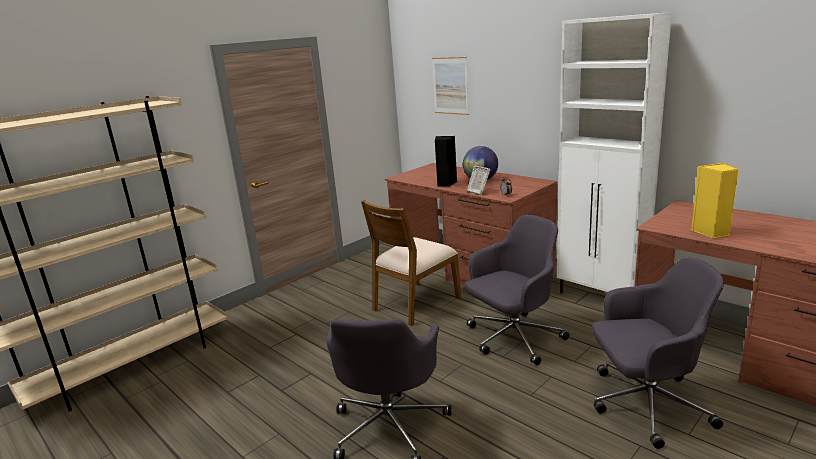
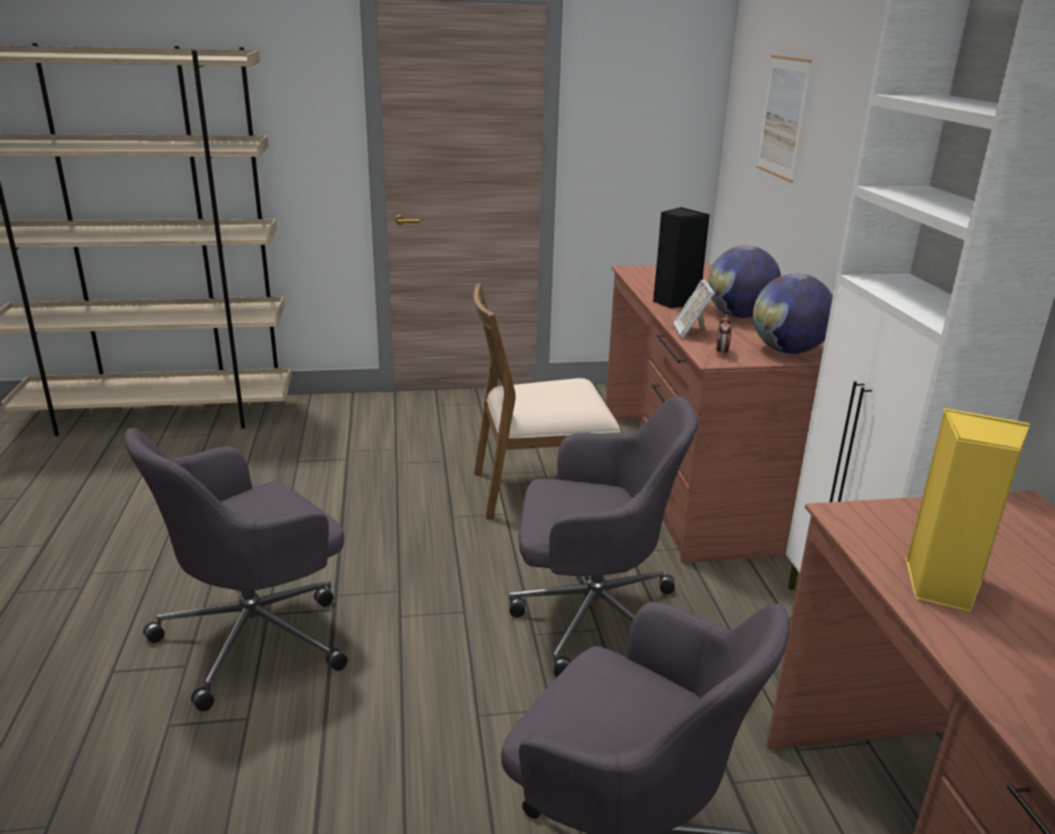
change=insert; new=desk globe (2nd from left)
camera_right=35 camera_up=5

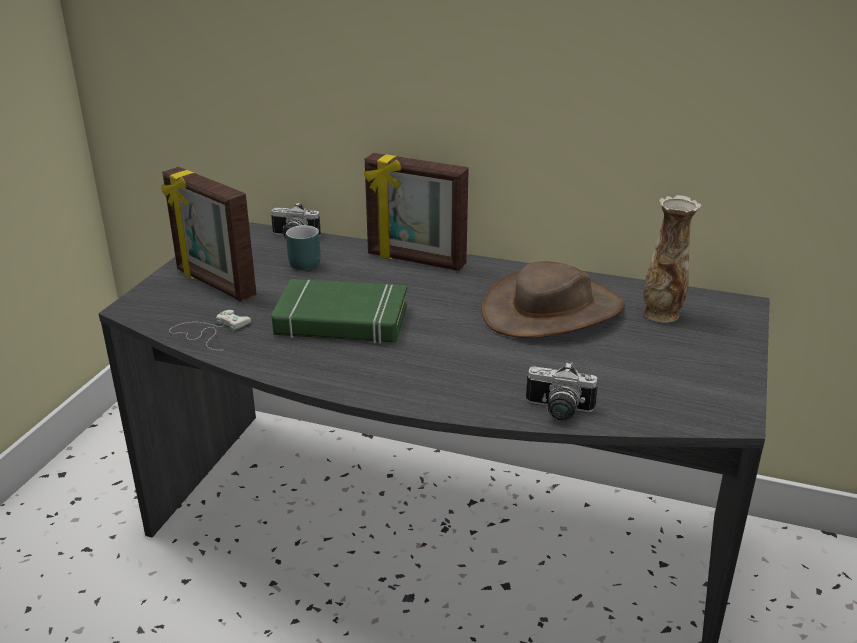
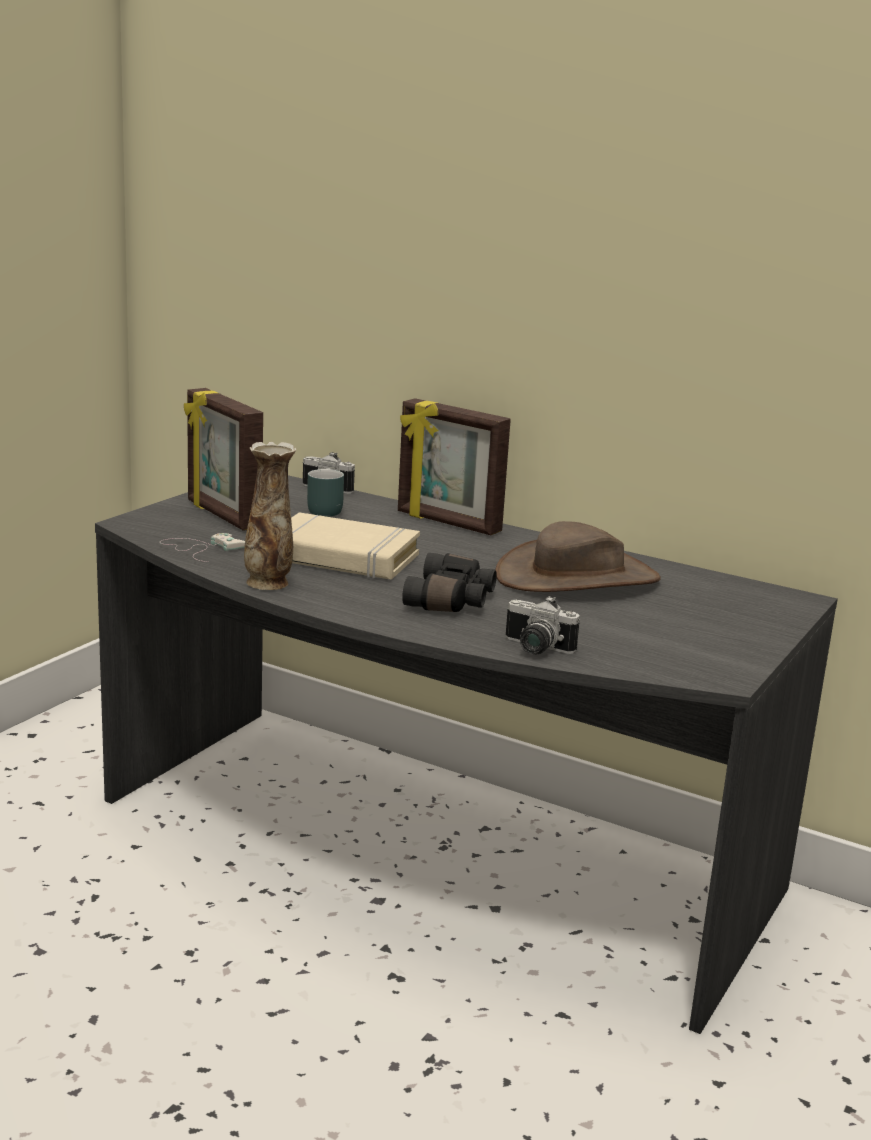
change=recolor; old=bound book (green); new=bound book (beige)
change=move; old=flower vase
change=insert; new=field glasses (black-coloured)
camera_right=10 camera_up=-10

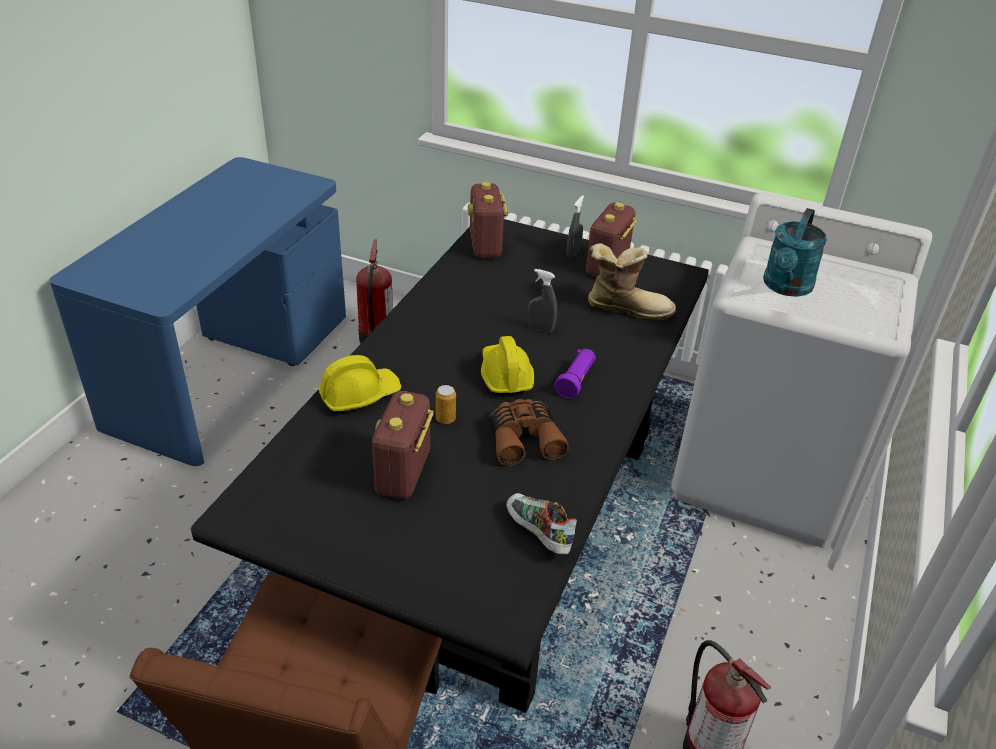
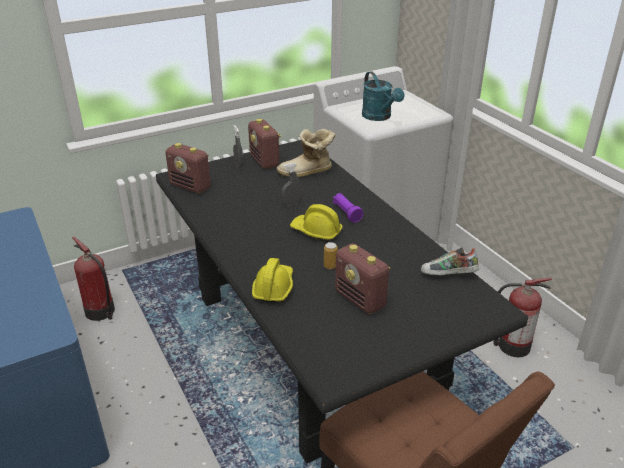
change=delete; old=field glasses (brown-coloured)
change=rotate; old=boot; degrees=-150
camera_right=-50 camera_up=-5

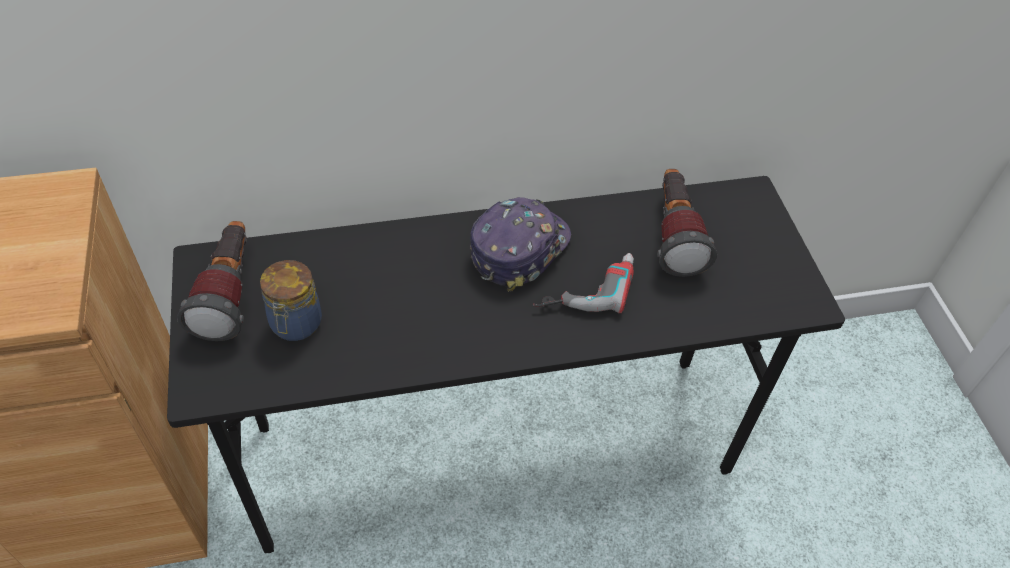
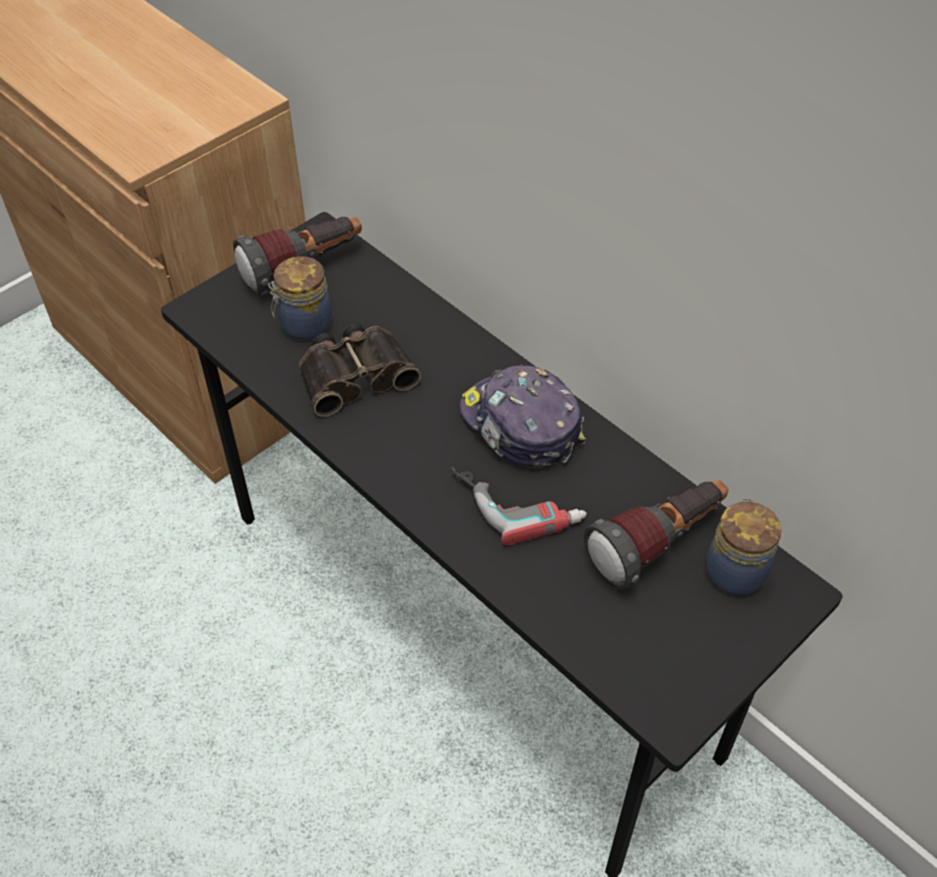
change=rotate; old=baseball cap; degrees=-135
change=insert; new=field glasses
change=insert; new=jar (2nd from left)
camera_right=60 camera_up=0

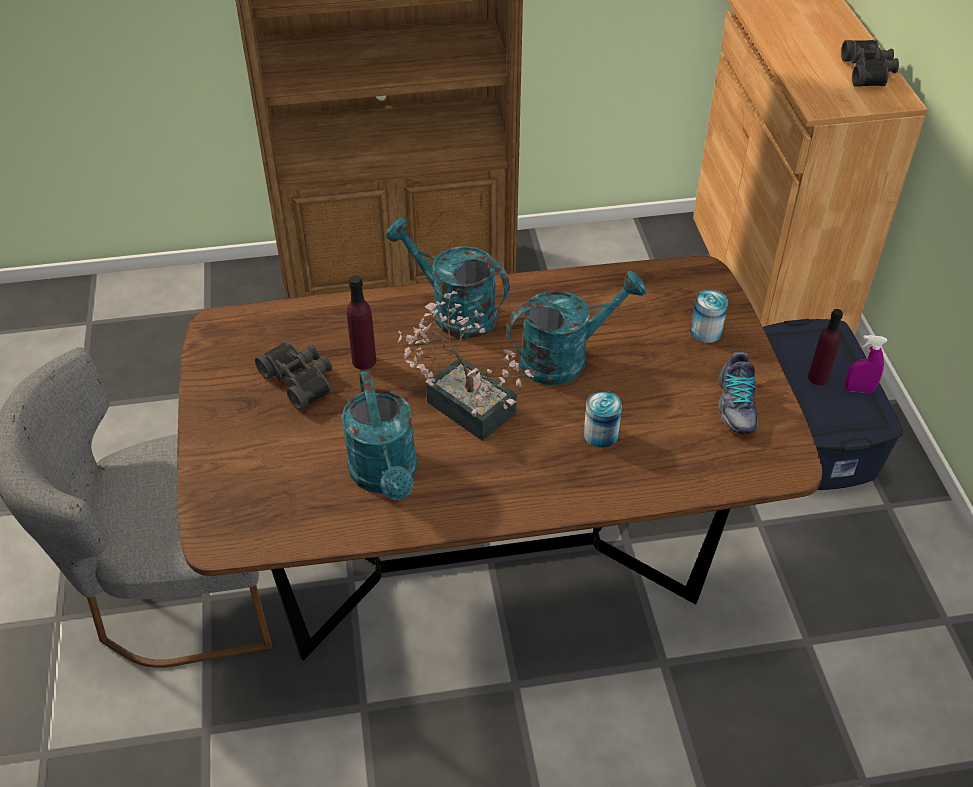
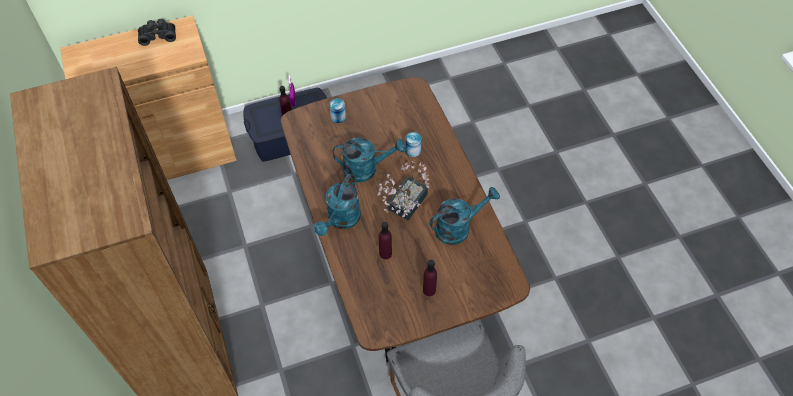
change=delete; old=field glasses (black-coloured) (1st from left)
change=rotate; old=watering can (blue-green) (3rd from left in the first image); degrees=120
change=delete; old=shoe
change=insert; new=drink bottle (purplish) (3rd from left)
camera_right=-100 camera_up=10

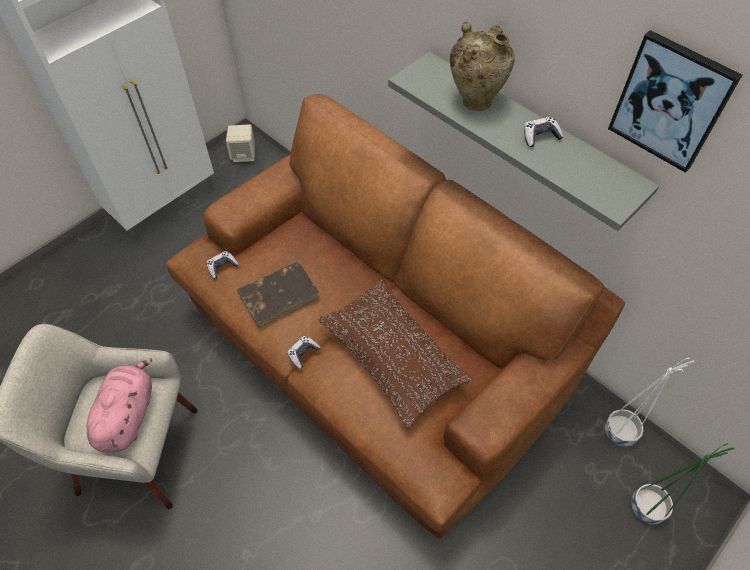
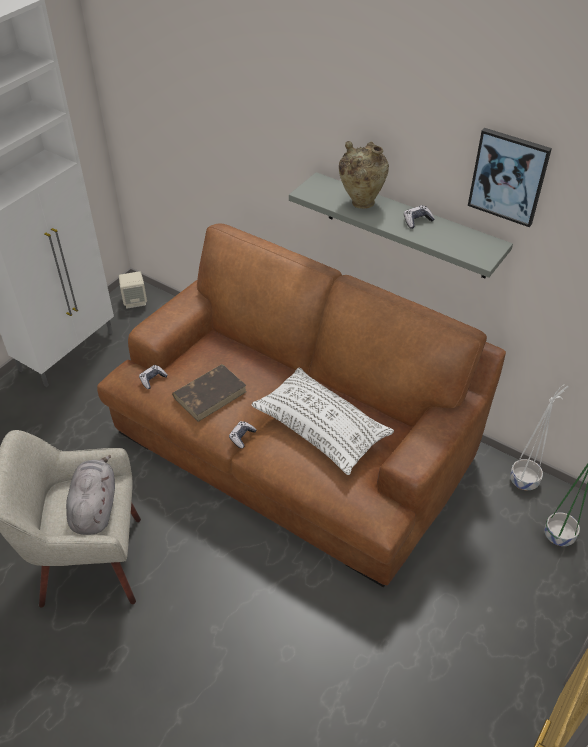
change=recolor; old=soft toy (pink-coloured); new=soft toy (gray)
change=recolor; old=pillow (brown-coloured); new=pillow (white)
camera_right=-10 camera_up=-10

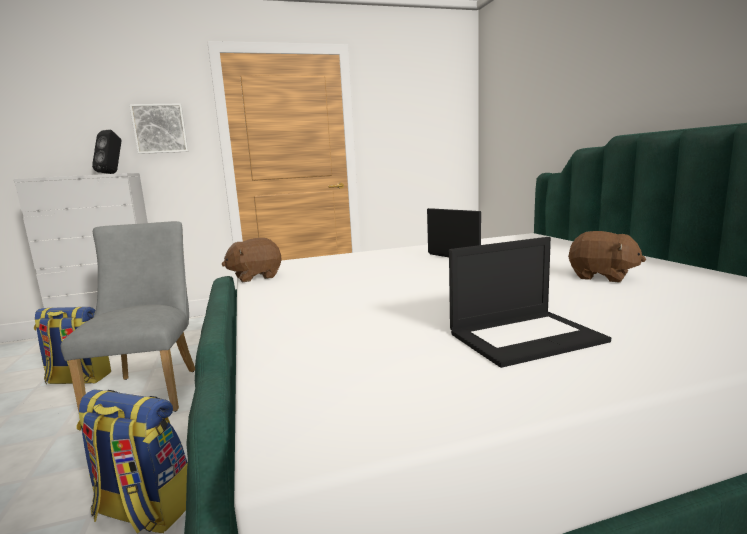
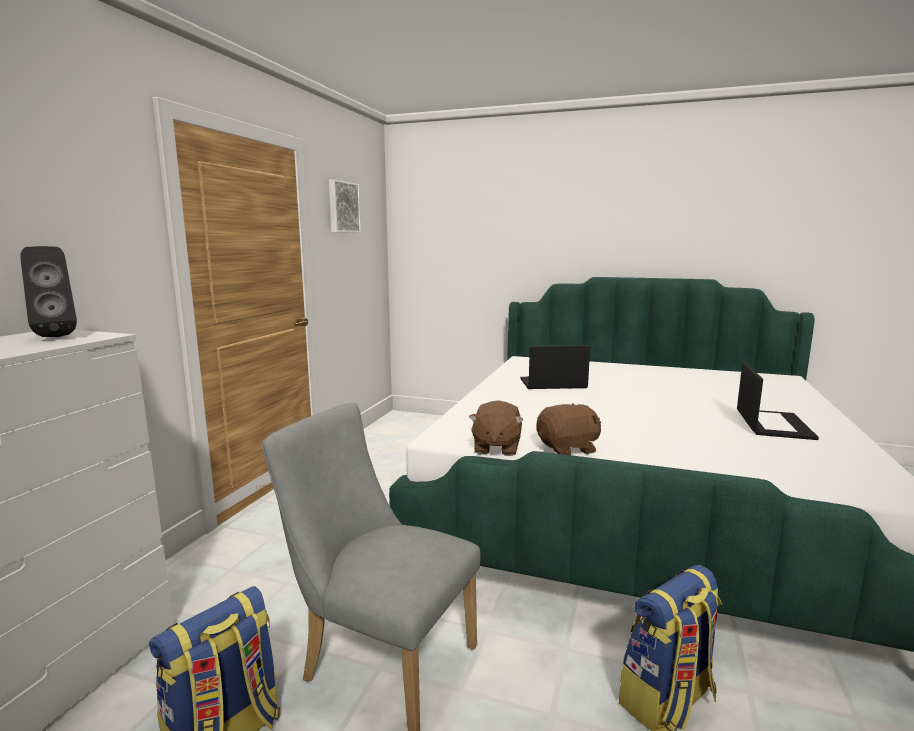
change=move; old=wall picture
change=move; old=soft toy (brown-coloured) (2nd from left)
camera_right=-55 camera_up=0

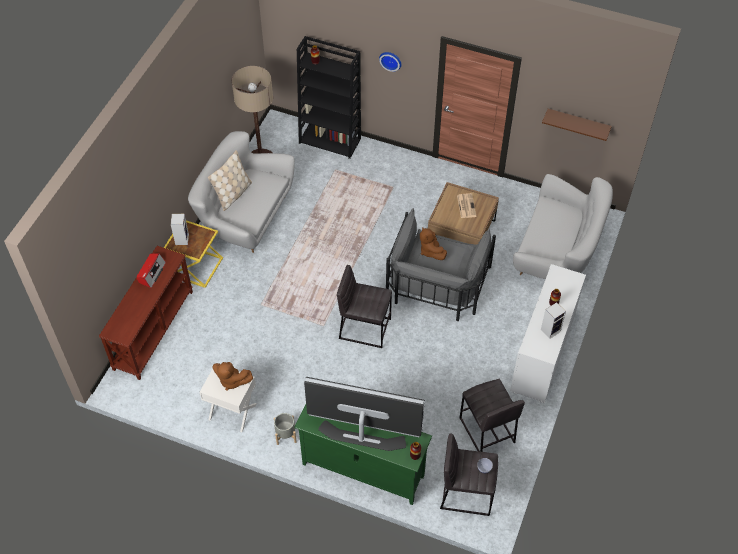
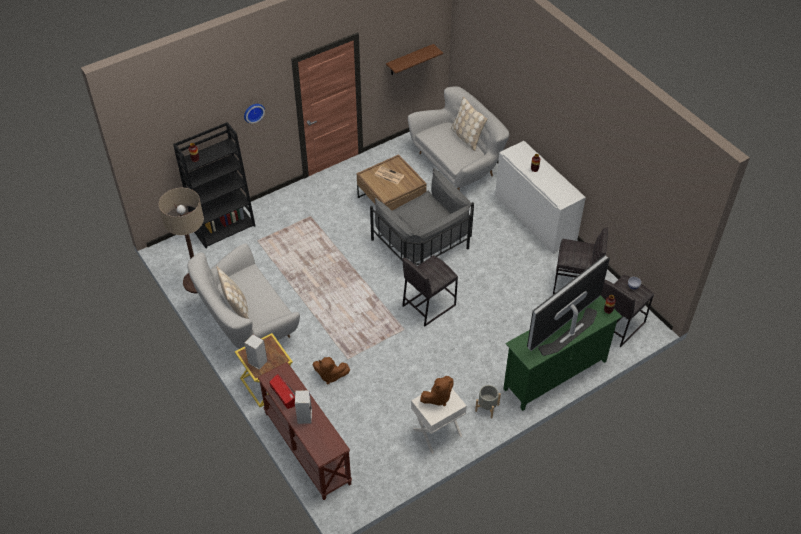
change=move; old=soft toy (brown-coloured) (2nd from left in the first image); new=soft toy (brown-coloured) (1st from left)
change=move; old=audio speaker (2nd from left)
change=insert; new=pillow (beige) (2nd from left)
camera_right=-55 camera_up=-5

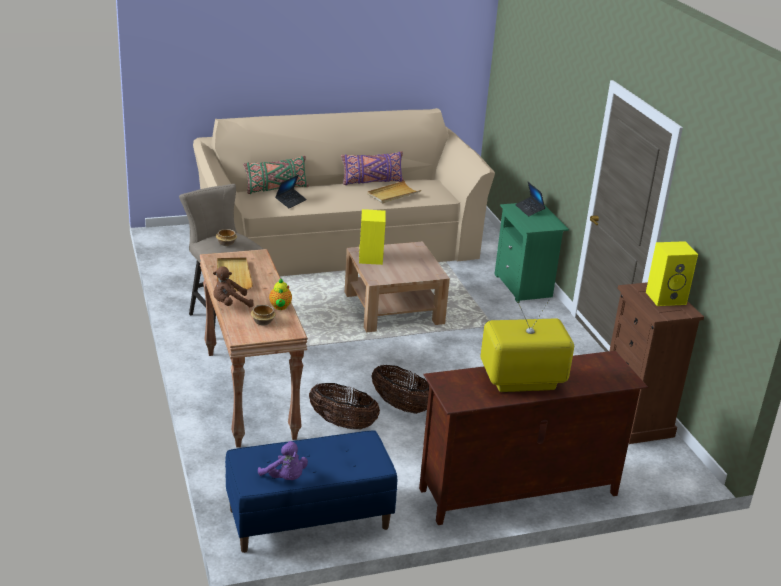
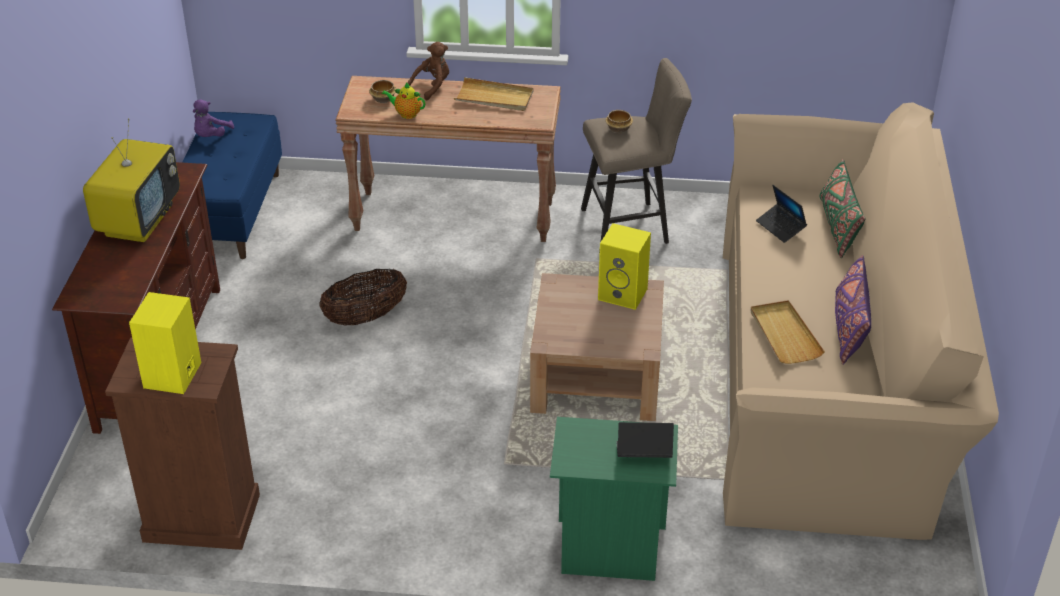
change=rotate; old=soft toy (brown-coloured); degrees=45
change=rotate; old=soft toy (purplish); degrees=-45
change=delete; old=storage basket (1st from left)
camera_right=115 camera_up=10

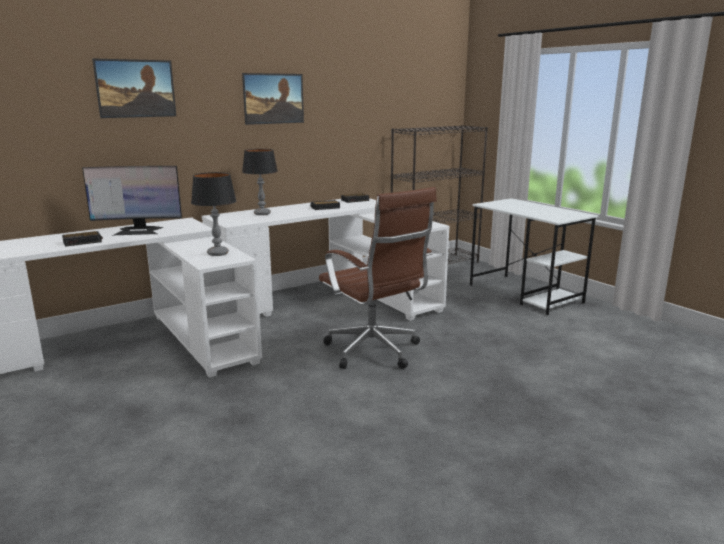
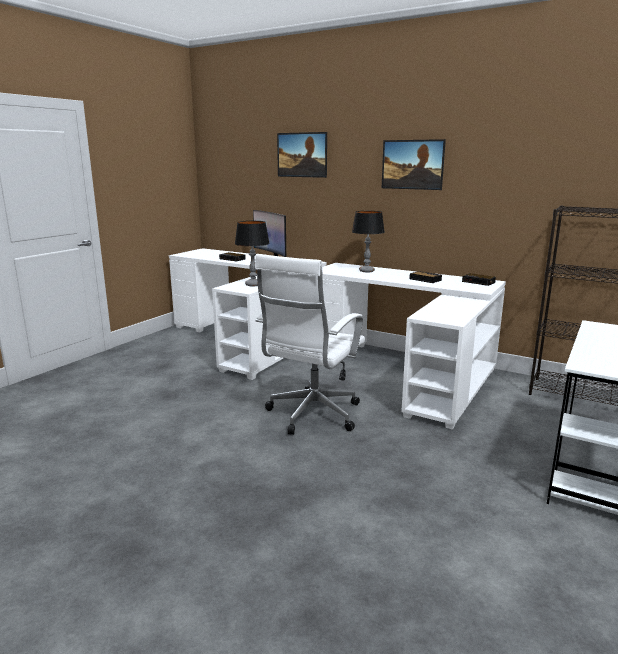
change=recolor; old=office chair (brown-coloured); new=office chair (white)
camera_right=65 camera_up=0

